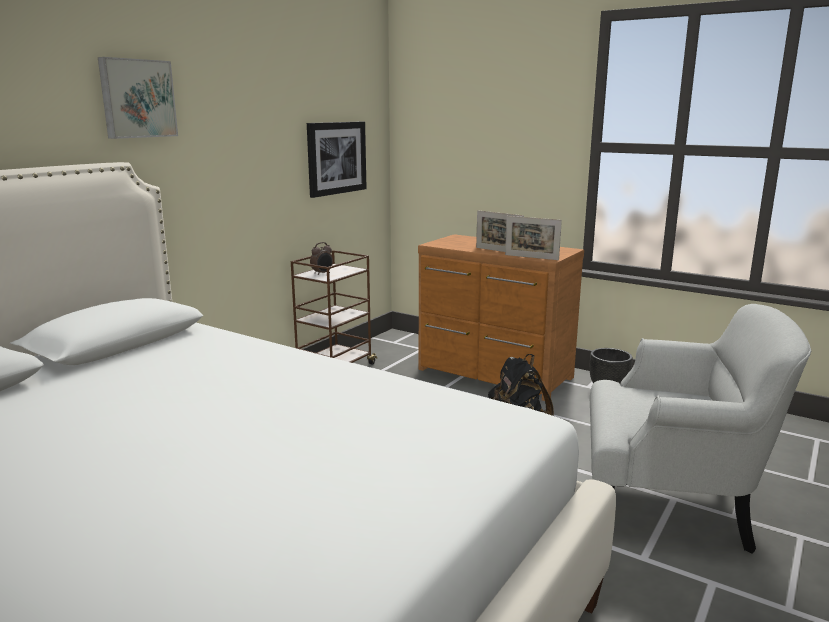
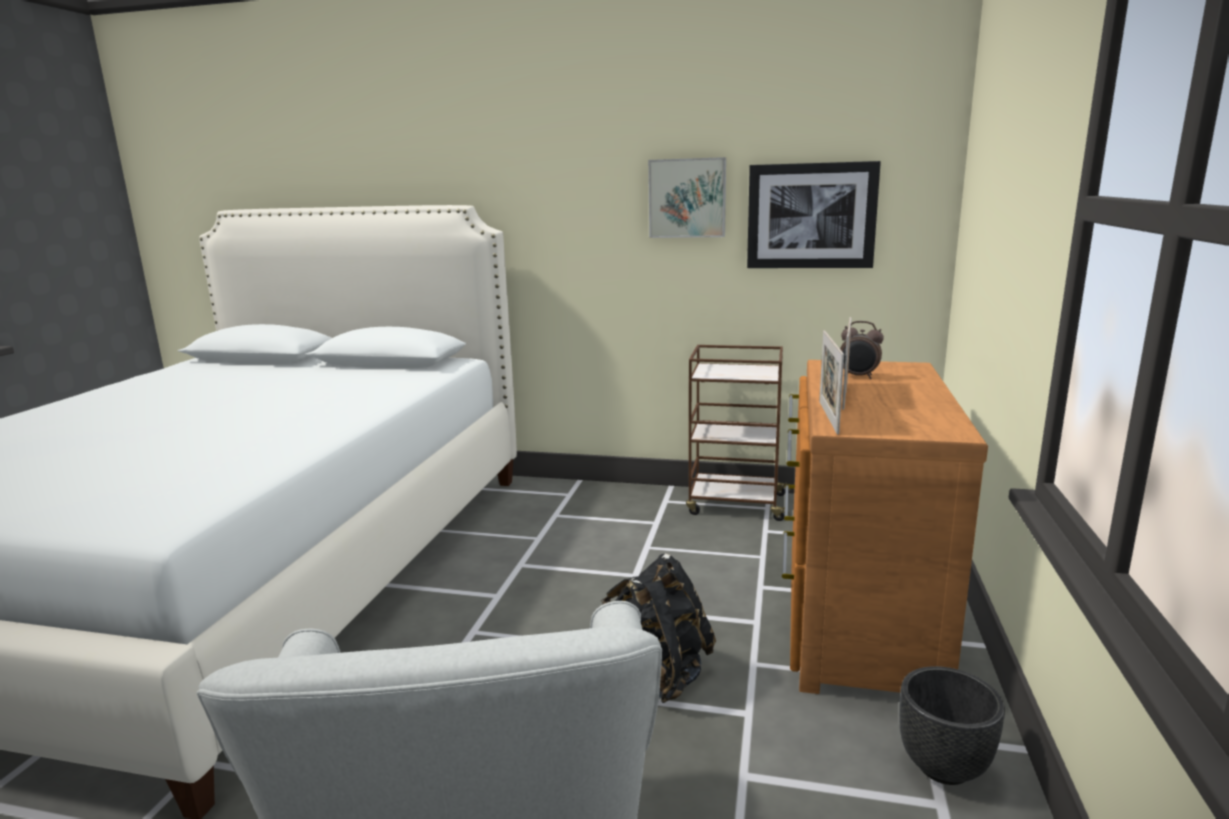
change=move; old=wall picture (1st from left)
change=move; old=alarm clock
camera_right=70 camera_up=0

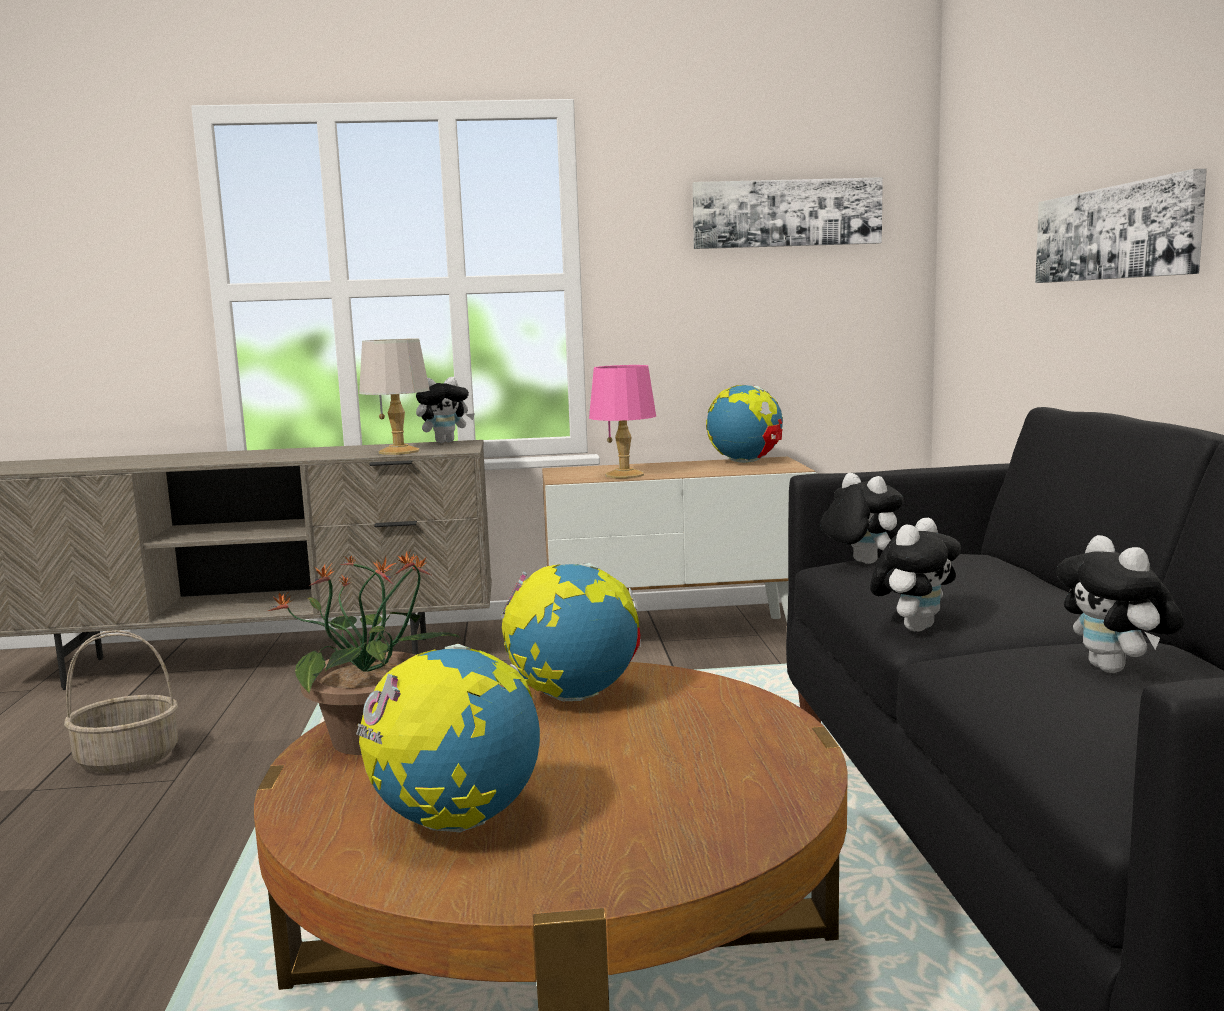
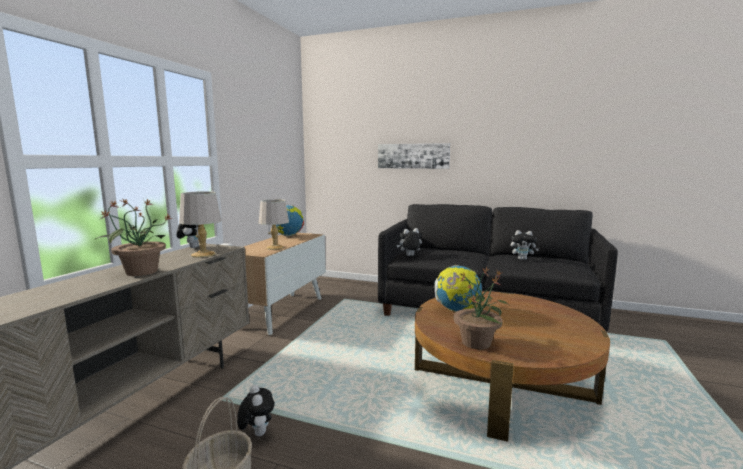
change=delete; old=desk globe (1st from left)
change=recolor; old=lamp for a table (pink-coloured); new=lamp for a table (gray) (2nd from left)
change=delete; old=wall picture (1st from left)
change=move; old=soft toy (3rd from left in the first image); new=soft toy (2nd from left)
change=insert; new=plant in a pot (1st from left)
camera_right=-65 camera_up=0

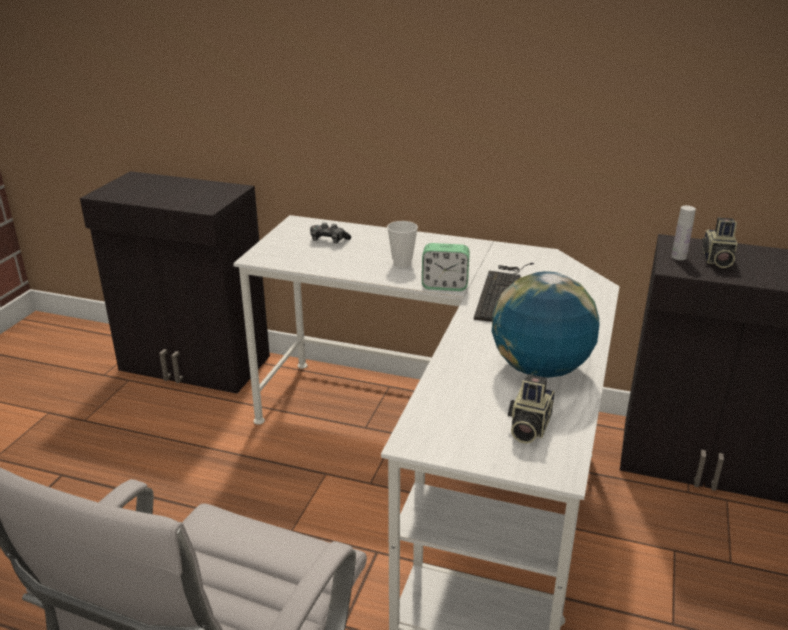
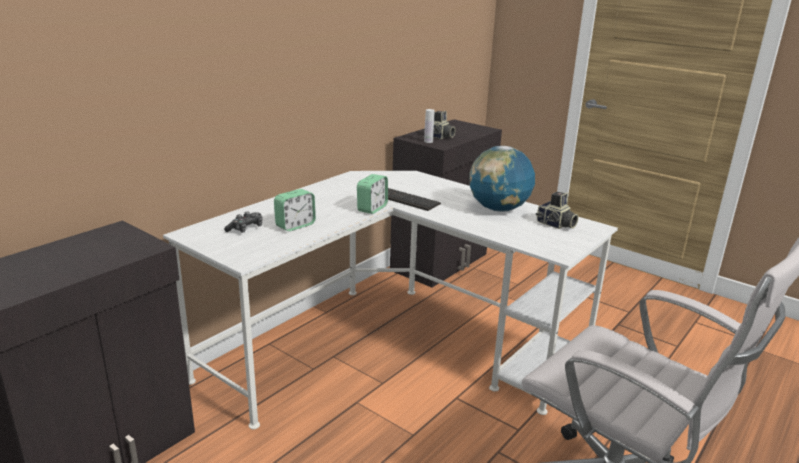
change=delete; old=small cup
change=insert; new=alarm clock (1st from left)
camera_right=-70 camera_up=-5

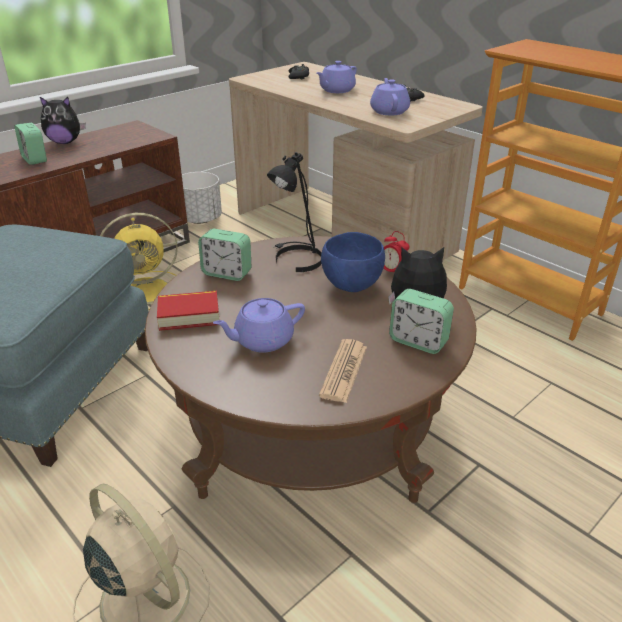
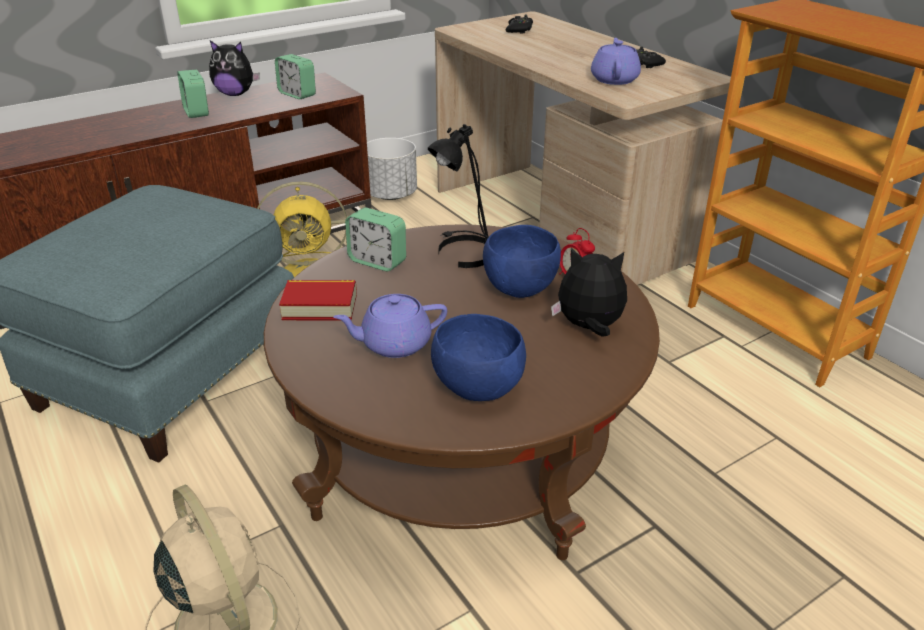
change=delete; old=teapot (purplish) (2nd from left)
change=replace; old=newspaper; new=bowl (bluish) (1st from left)
change=move; old=alarm clock (4th from left in the first image); new=alarm clock (2nd from left)
camera_right=10 camera_up=0

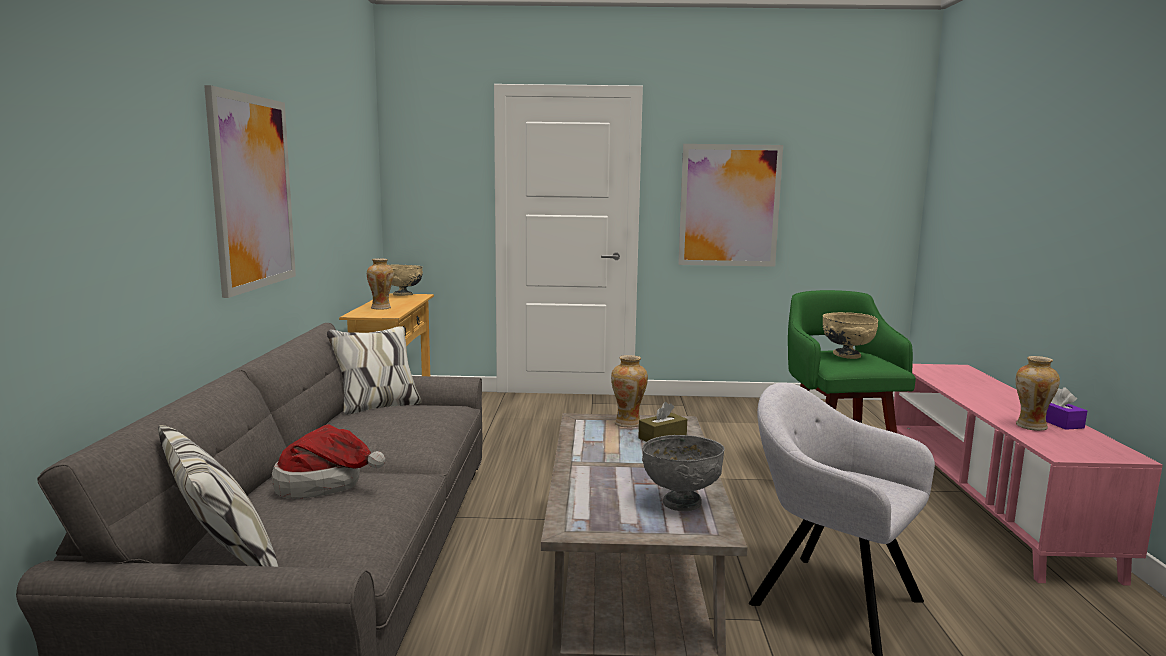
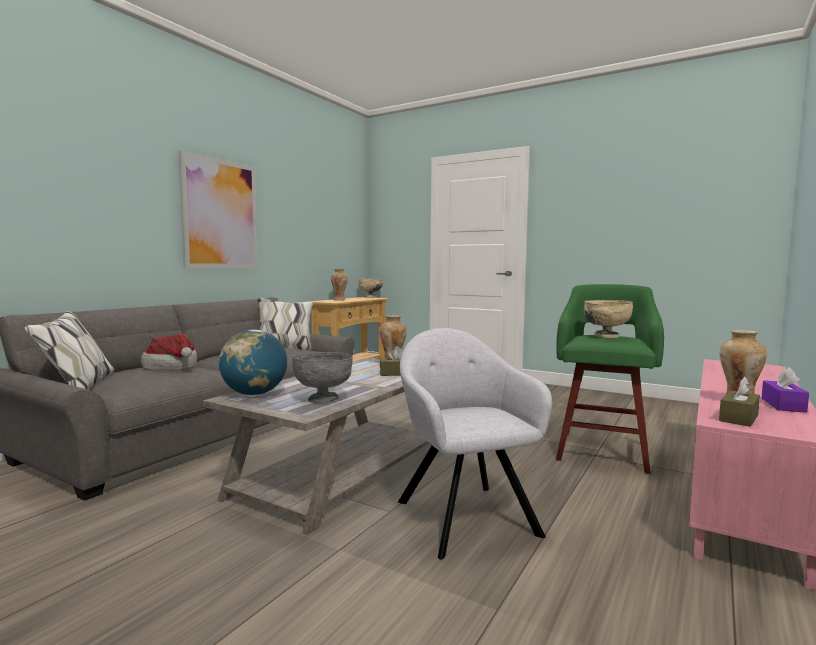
change=delete; old=wall picture (2nd from left)
change=insert; new=desk globe
change=insert; new=box of tissues (brown-coloured) (2nd from left)
camera_right=30 camera_up=-5

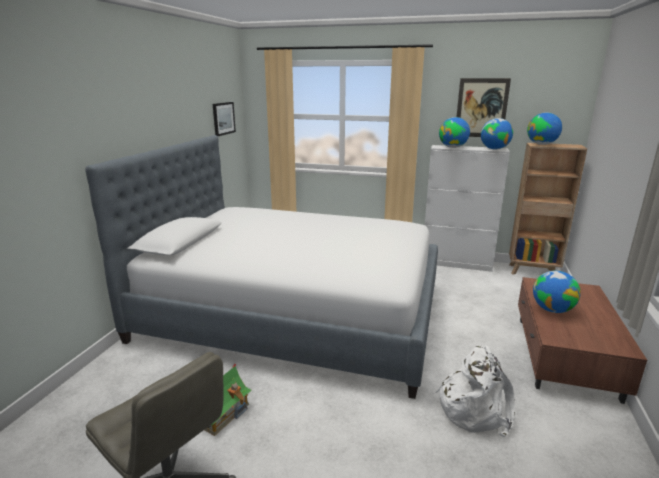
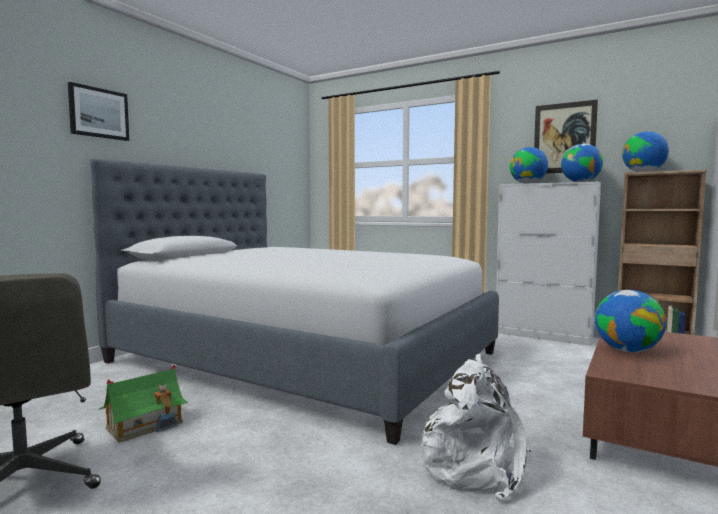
change=move; old=wall picture (1st from left)
camera_right=15 camera_up=-15

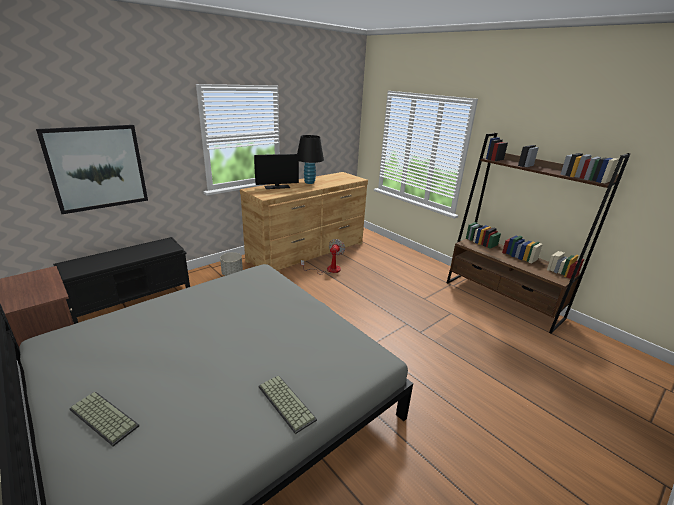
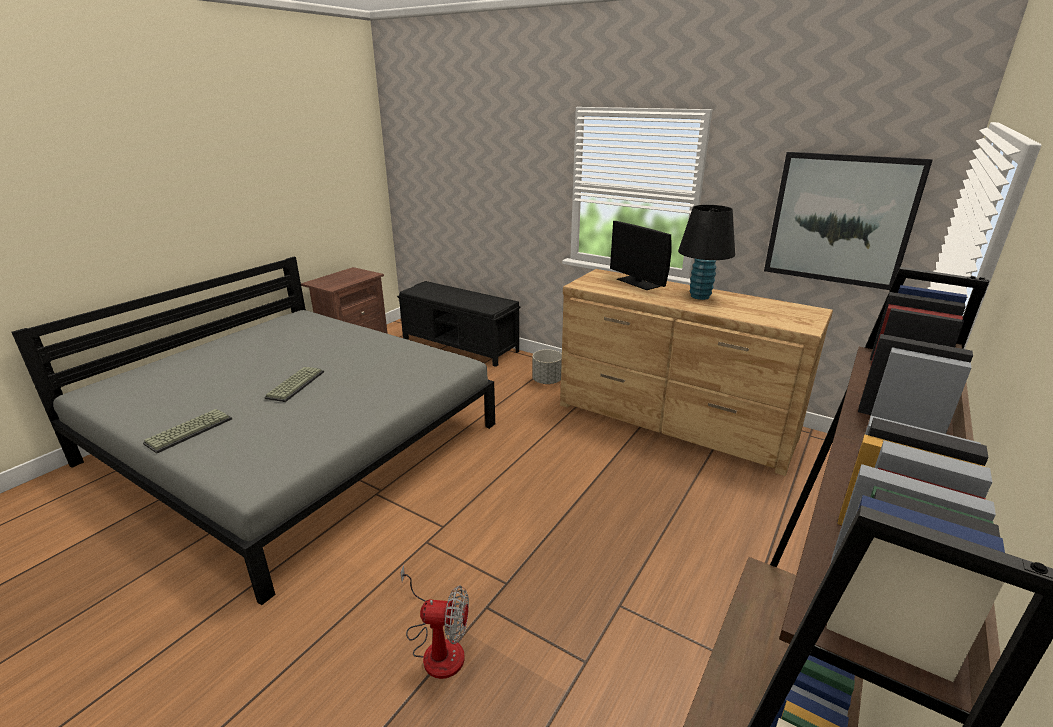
change=move; old=wall picture
change=move; old=computer keyboard (1st from left in the first image); new=computer keyboard (2nd from left)
change=move; old=fan
camera_right=75 camera_up=0

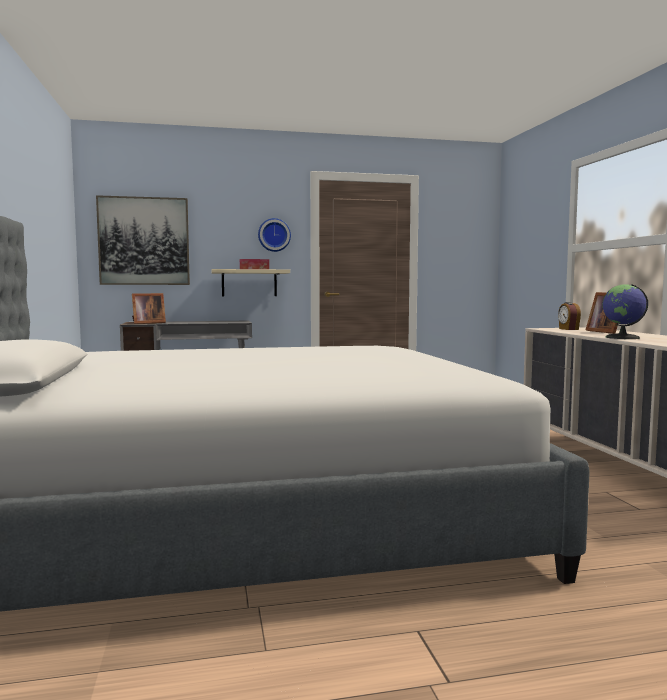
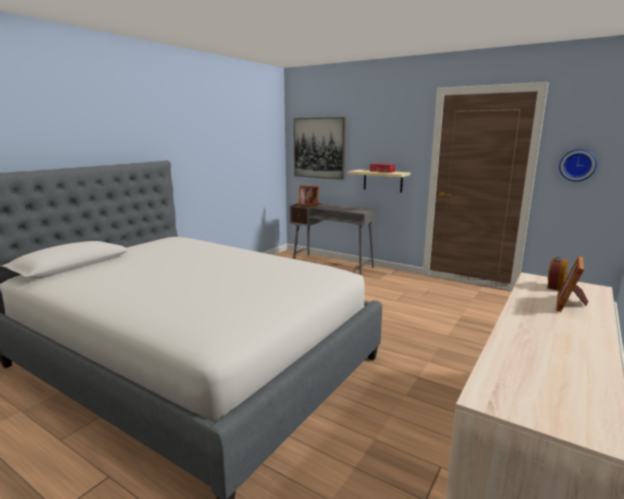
change=move; old=hanging clock
change=delete; old=desk globe
camera_right=45 camera_up=10

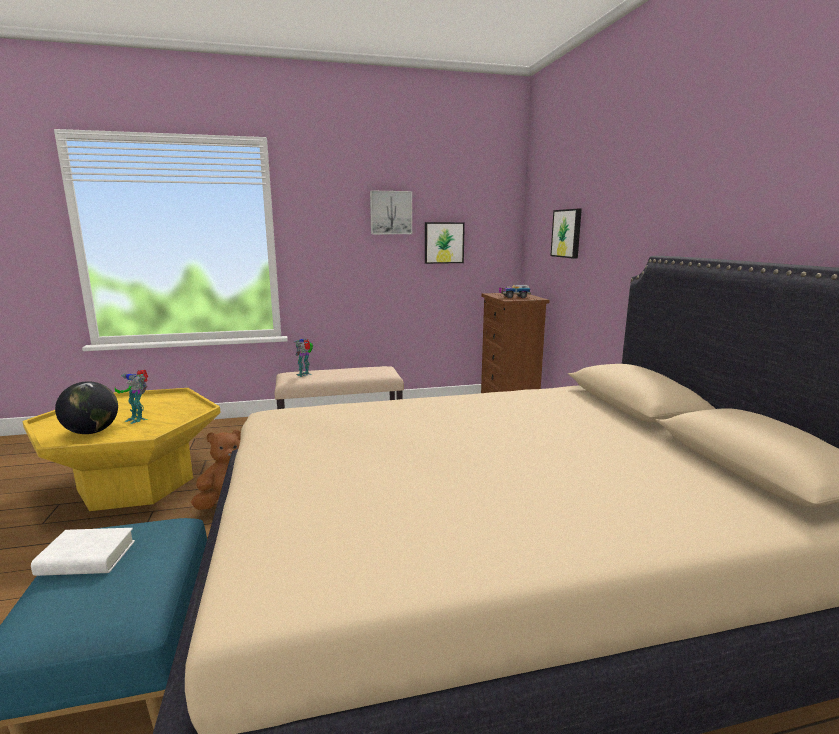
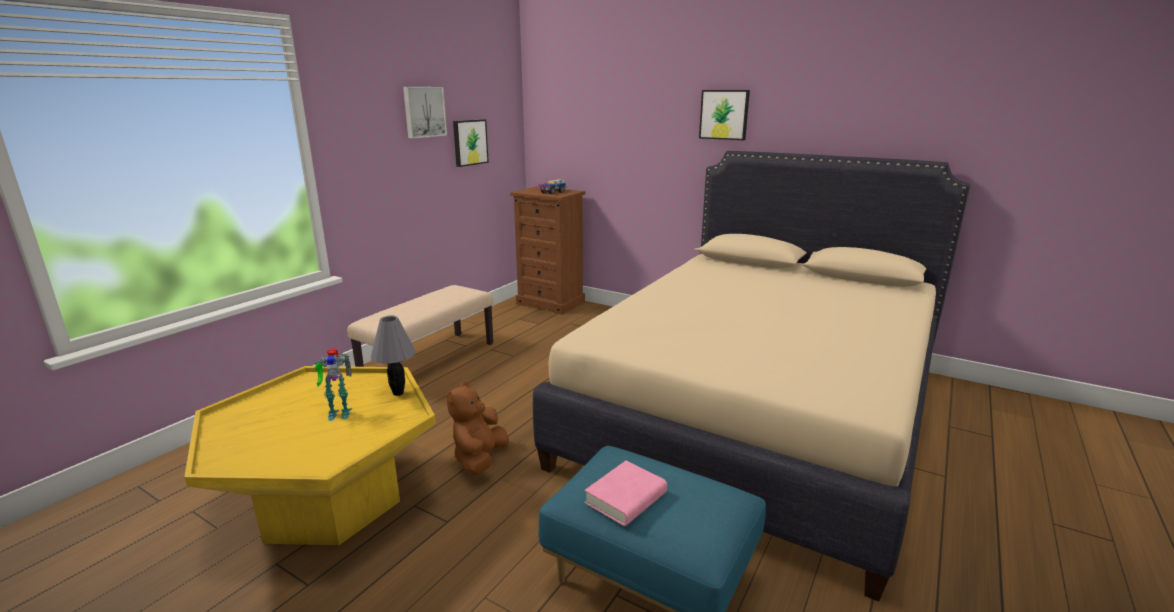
change=recolor; old=bound book (white); new=bound book (pink-coloured)
change=delete; old=desk globe
change=delete; old=model robot (2nd from left)
change=move; old=wall picture (3rd from left)
change=insert; new=lamp for a table (gray)
camera_right=-45 camera_up=5

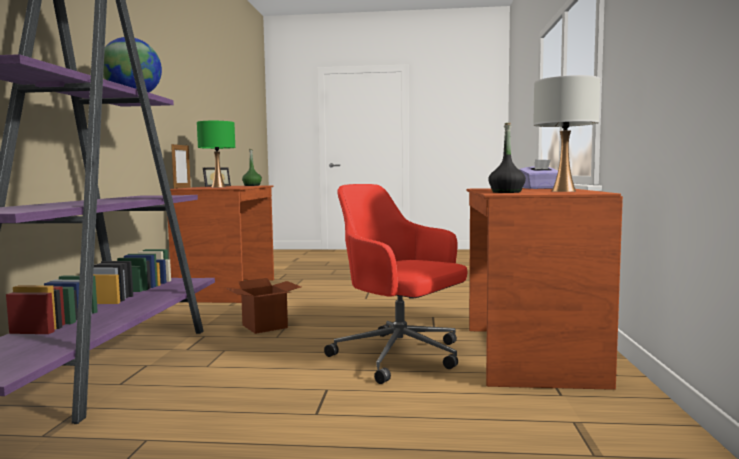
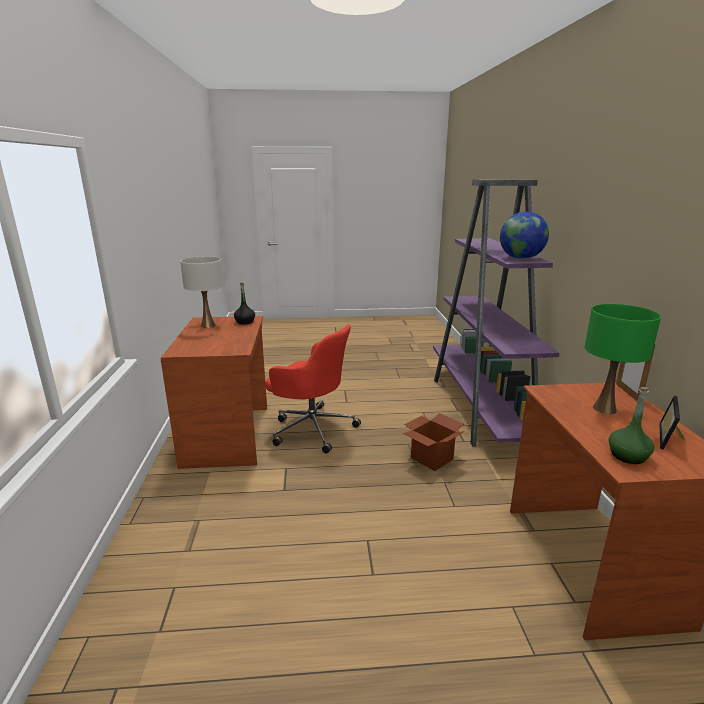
change=delete; old=box of tissues (purplish)
camera_right=170 camera_up=15

